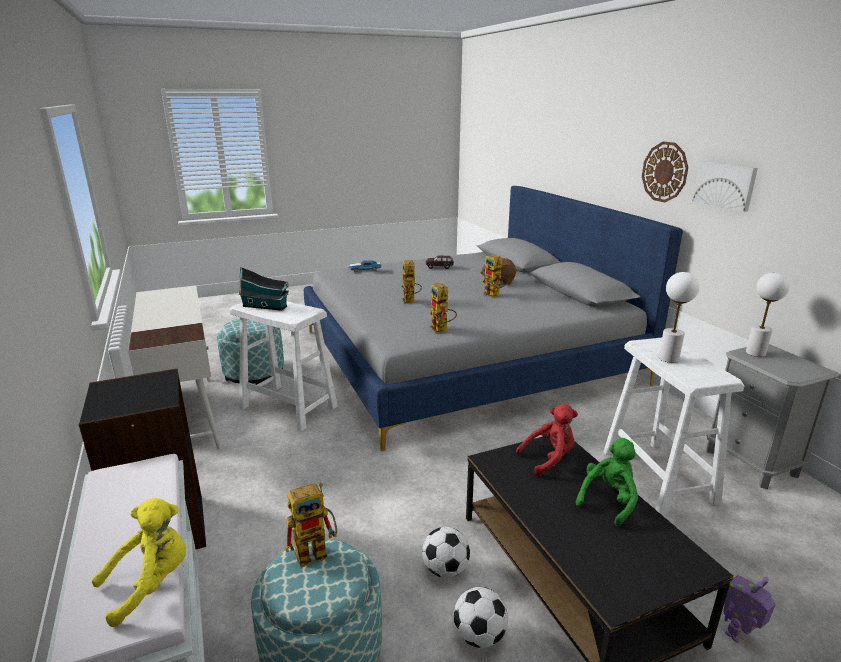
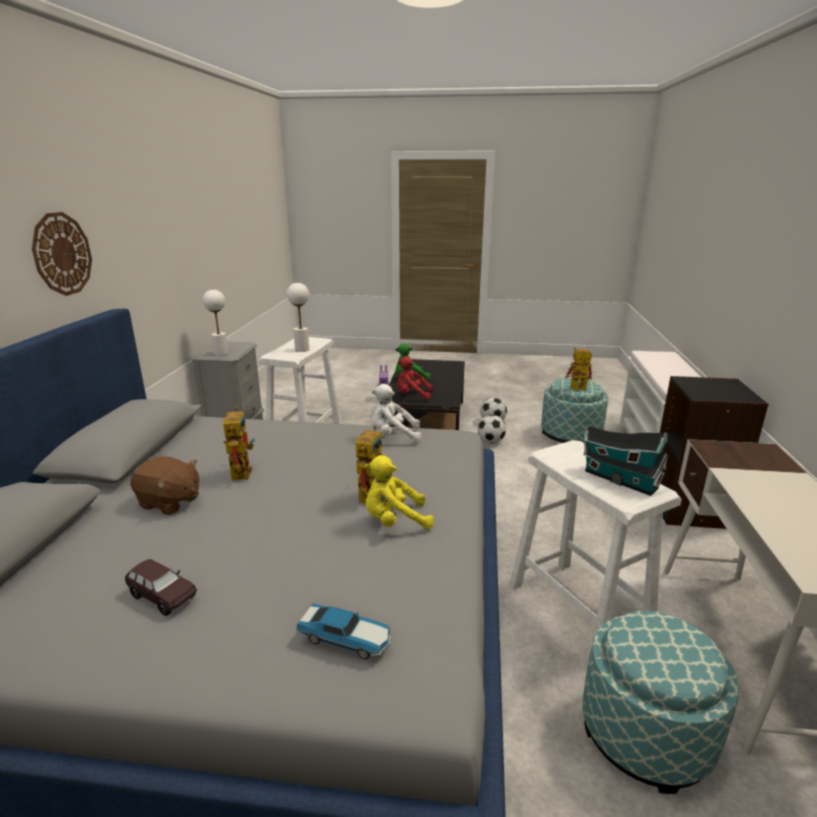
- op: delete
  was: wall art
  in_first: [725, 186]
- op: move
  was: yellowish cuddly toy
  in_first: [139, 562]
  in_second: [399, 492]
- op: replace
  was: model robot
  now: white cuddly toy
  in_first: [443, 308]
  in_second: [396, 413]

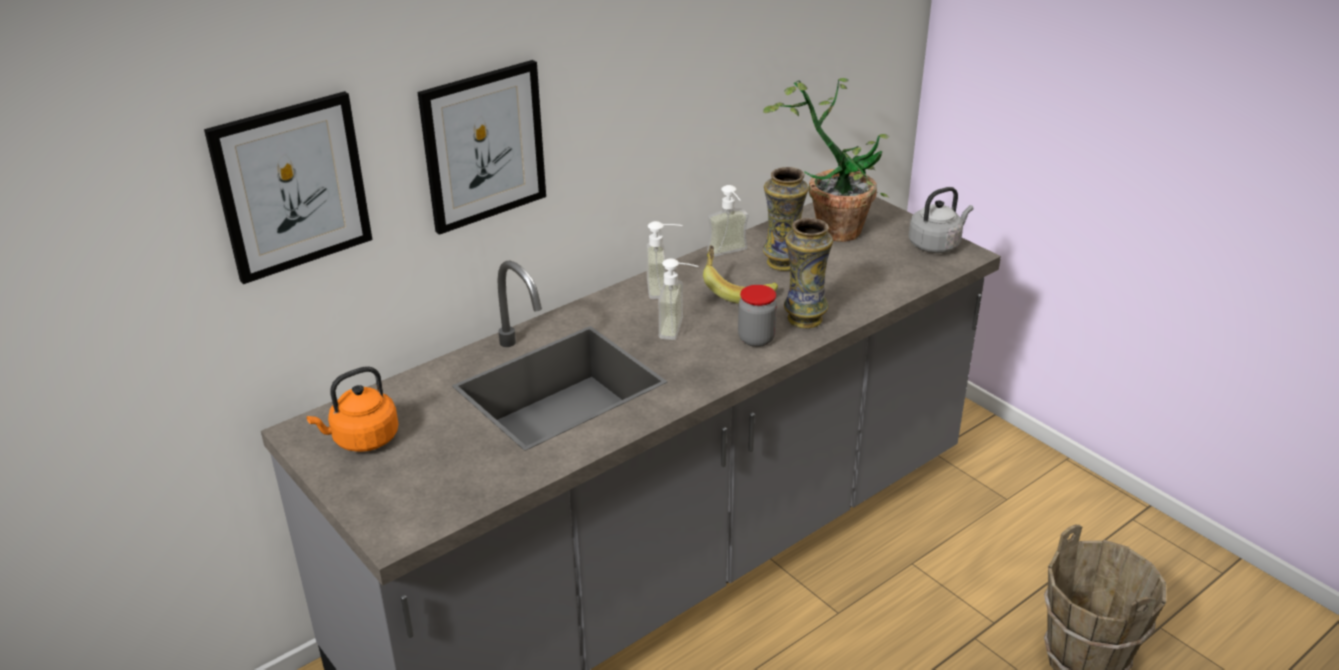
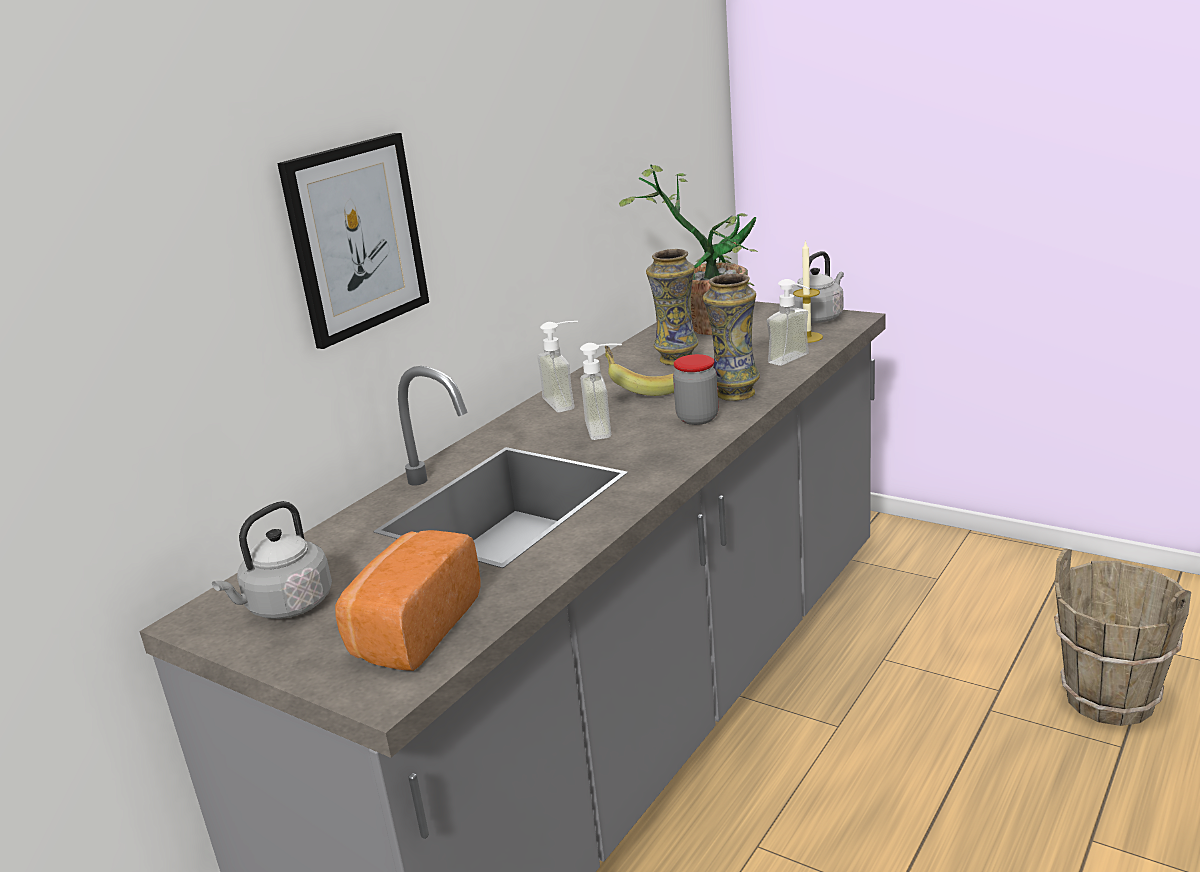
- op: delete
  was: wall art
  in_first: [288, 187]
- op: insert
  now: bakery bread
  in_second: [408, 600]
- op: insert
  now: wax light
  in_second: [808, 291]
- op: move
  was: soap bottle
  in_first: [728, 221]
  in_second: [788, 322]
- op: recolor
  was: orange kettle
  now: grey kettle
  in_first: [352, 409]
  in_second: [272, 560]

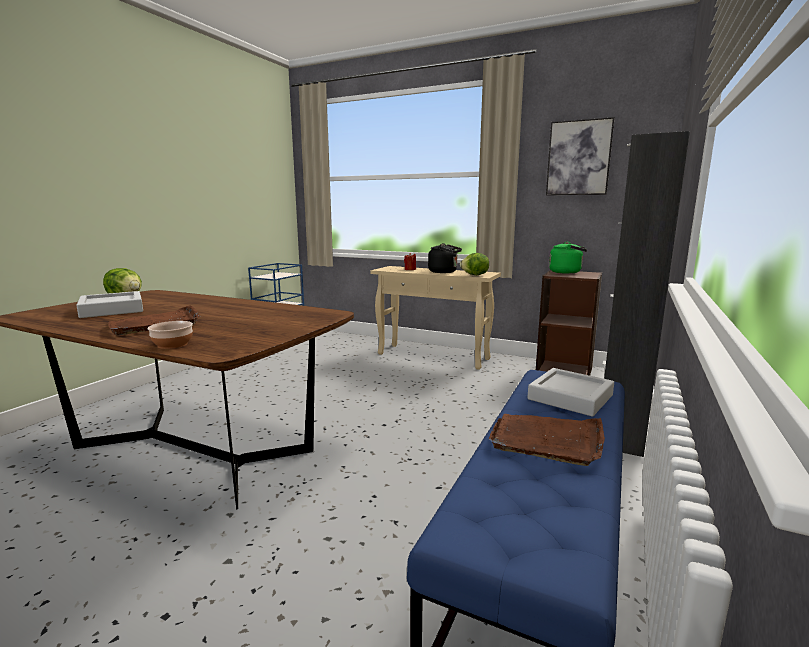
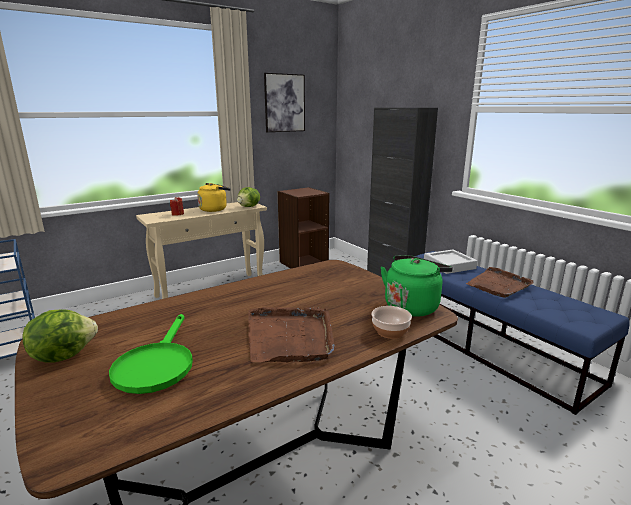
- op: move
  was: green kettle
  in_first: [568, 258]
  in_second: [417, 286]
- op: replace
  was: grey tray
  now: green pan
  in_first: [109, 304]
  in_second: [151, 354]
- op: recolor
  was: black-coloured kettle
  now: yellowish kettle
  in_first: [445, 258]
  in_second: [214, 197]

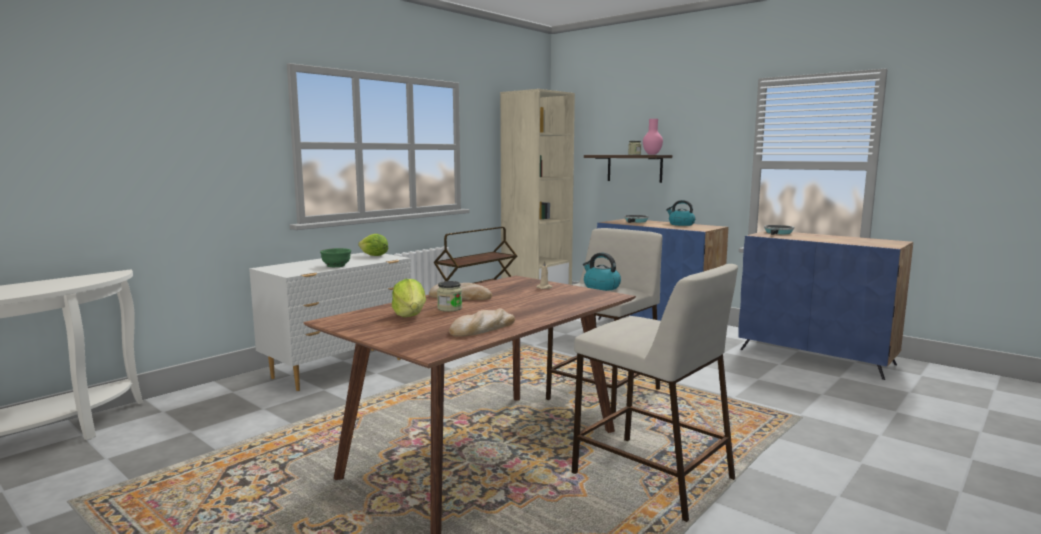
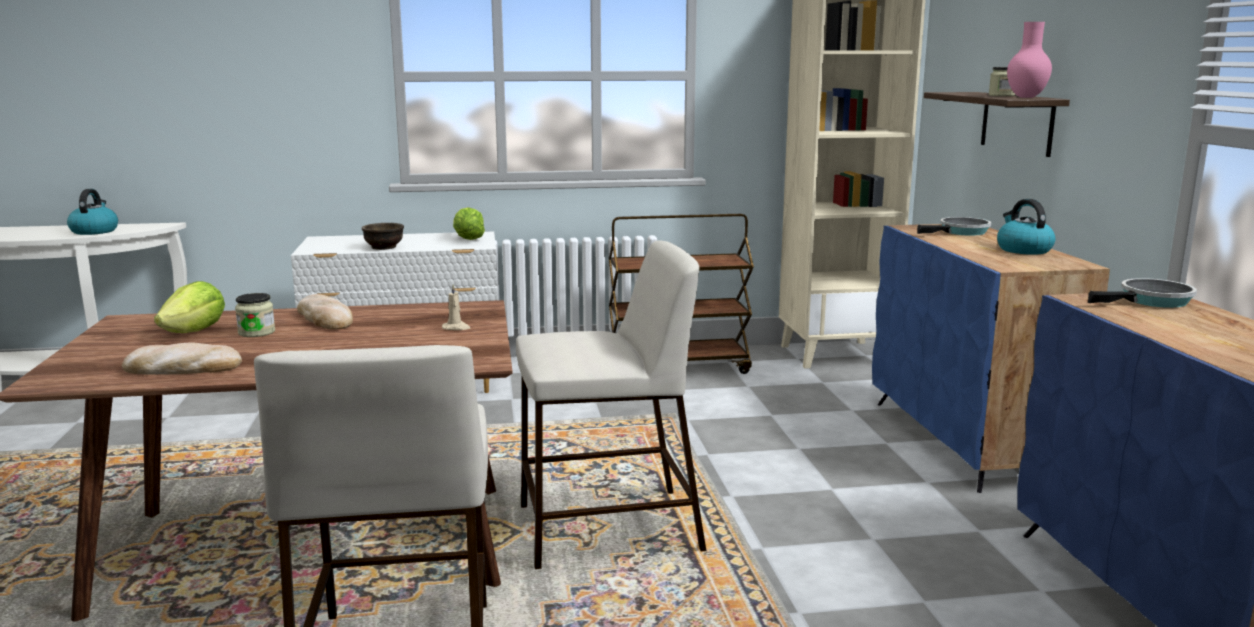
- op: move
  was: kettle
  in_first: [602, 272]
  in_second: [92, 212]
- op: recolor
  was: green serving bowl
  now: brown-coloured serving bowl
  in_first: [335, 257]
  in_second: [383, 236]

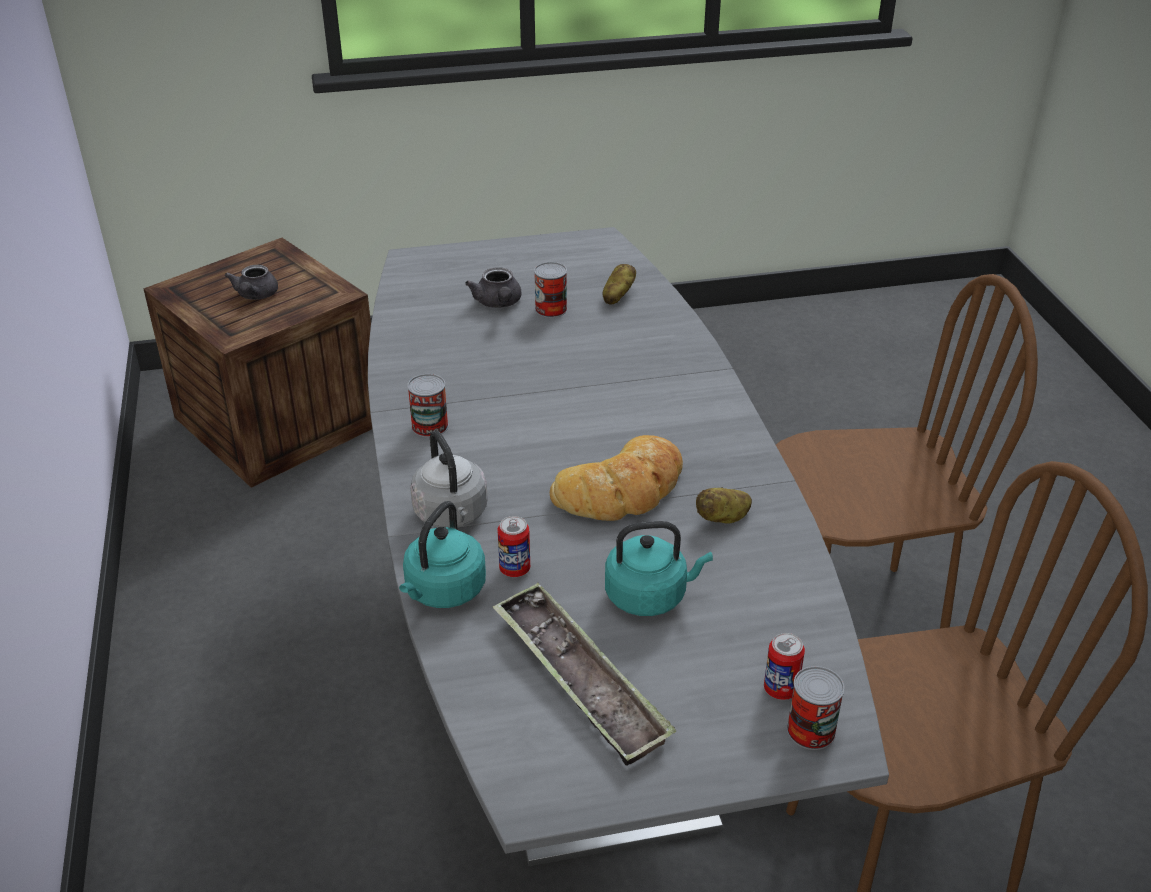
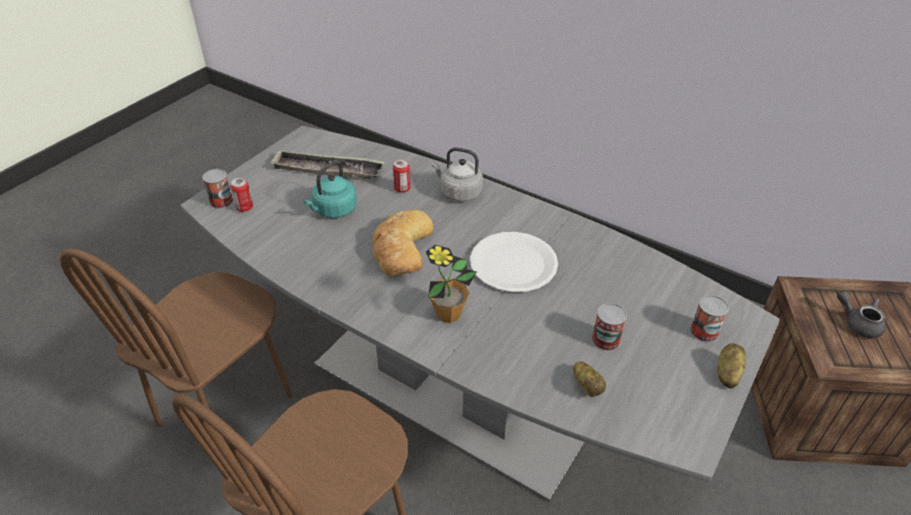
- op: delete
  was: blue-green kettle
  in_first: [442, 554]
- op: delete
  was: grey tea pot
  in_first: [493, 287]
- op: insert
  now: potted plant
  in_second: [451, 284]
- op: insert
  now: white flat dish
  in_second: [514, 262]
- op: move
  was: sealed can
  in_first: [428, 406]
  in_second: [709, 318]
- op: move
  was: potato
  in_first: [724, 506]
  in_second: [731, 365]

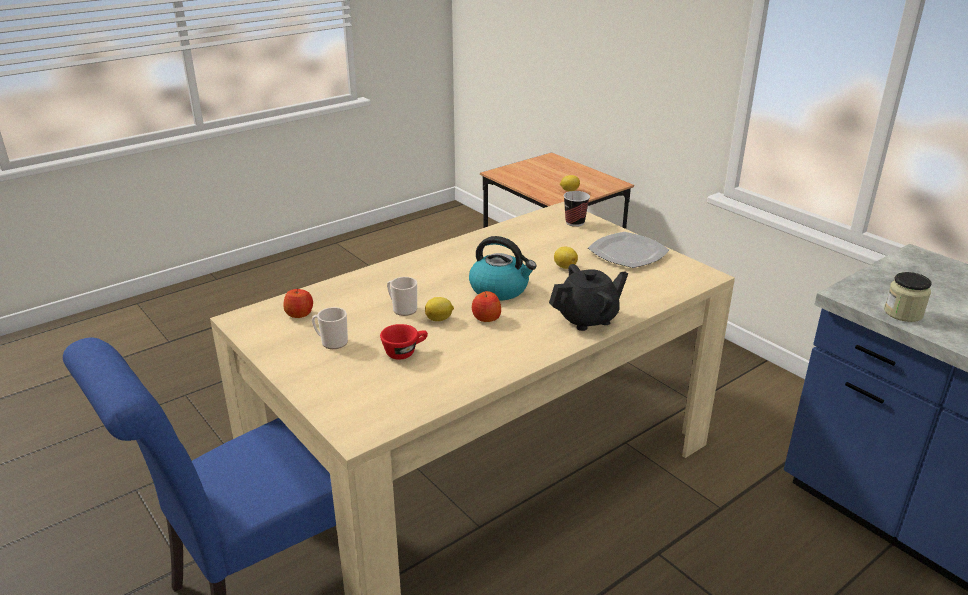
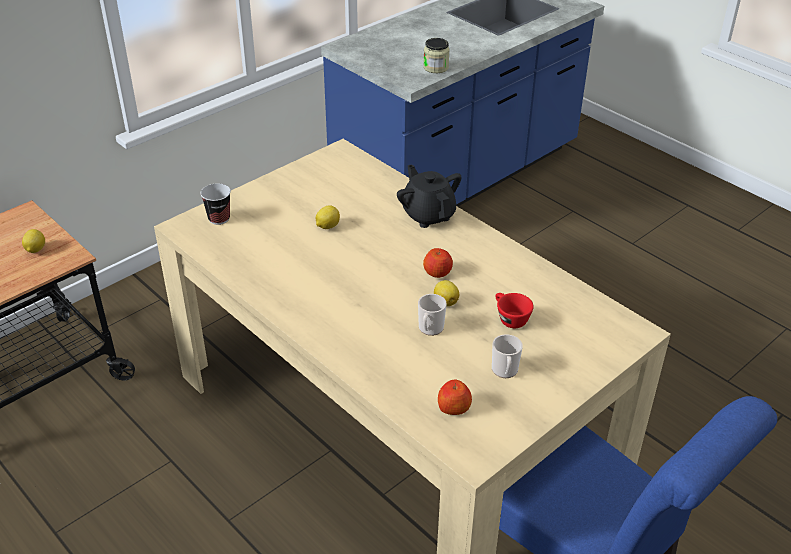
- op: delete
  was: kettle
  in_first: [503, 268]
- op: delete
  was: flat dish
  in_first: [628, 250]

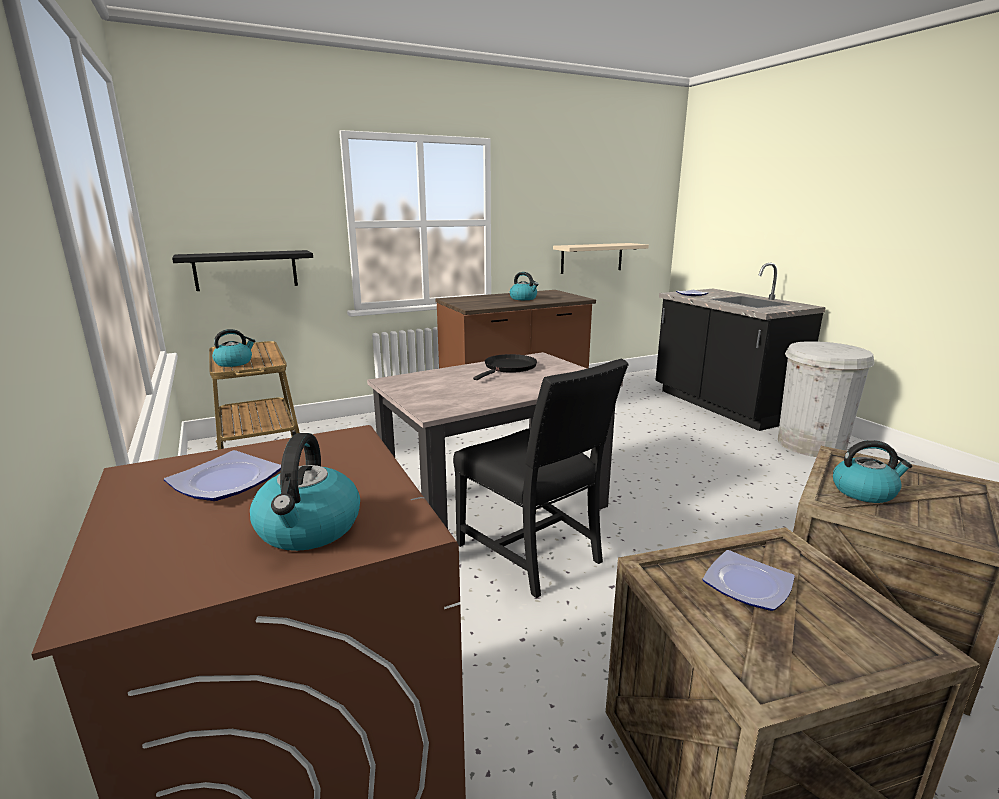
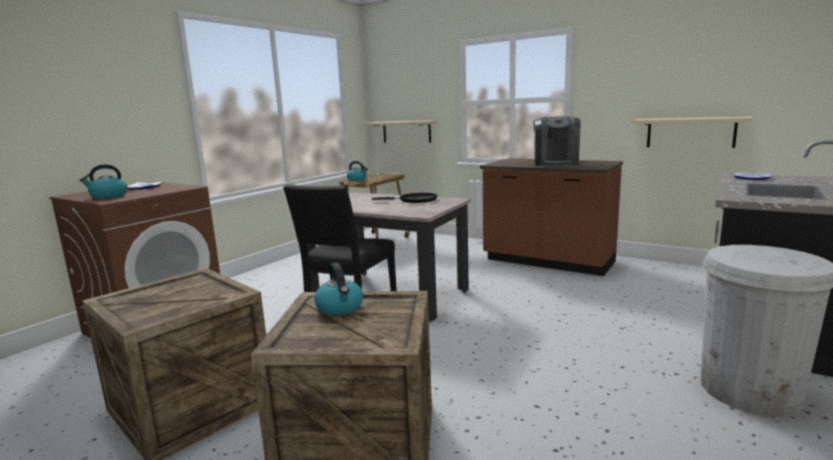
- op: delete
  was: flat dish
  in_first: [748, 580]
- op: replace
  was: kettle
  now: coffee maker
  in_first: [524, 286]
  in_second: [556, 141]
- op: recolor
  was: black-coloured bracket shelf
  now: beige bracket shelf
  in_first: [242, 270]
  in_second: [400, 131]

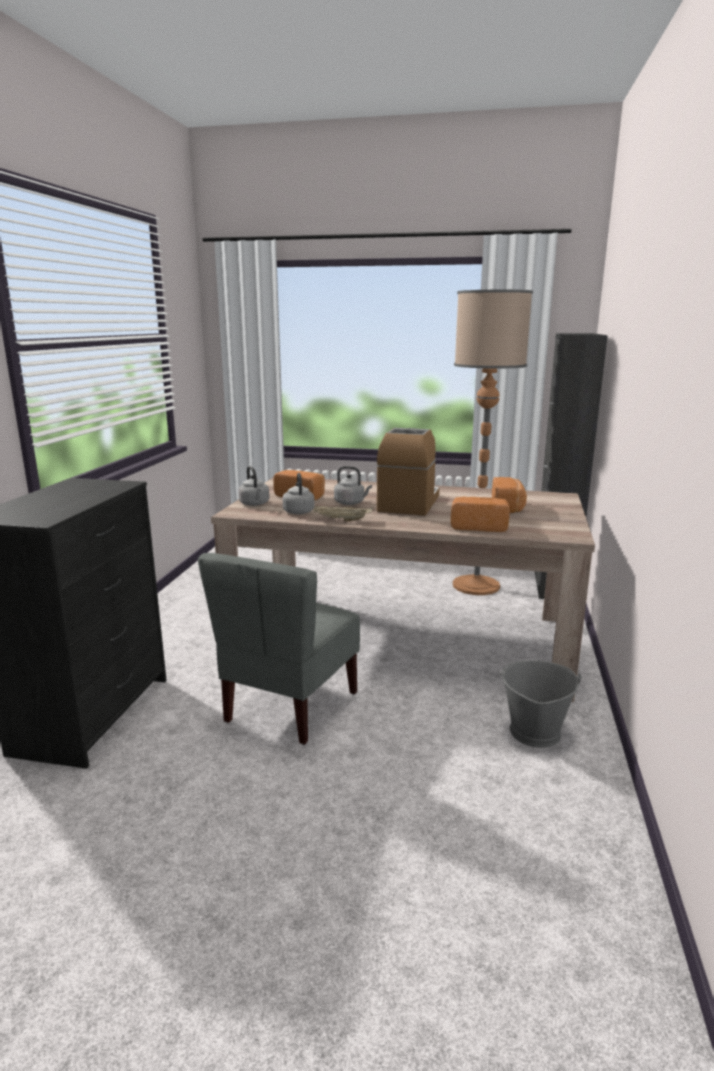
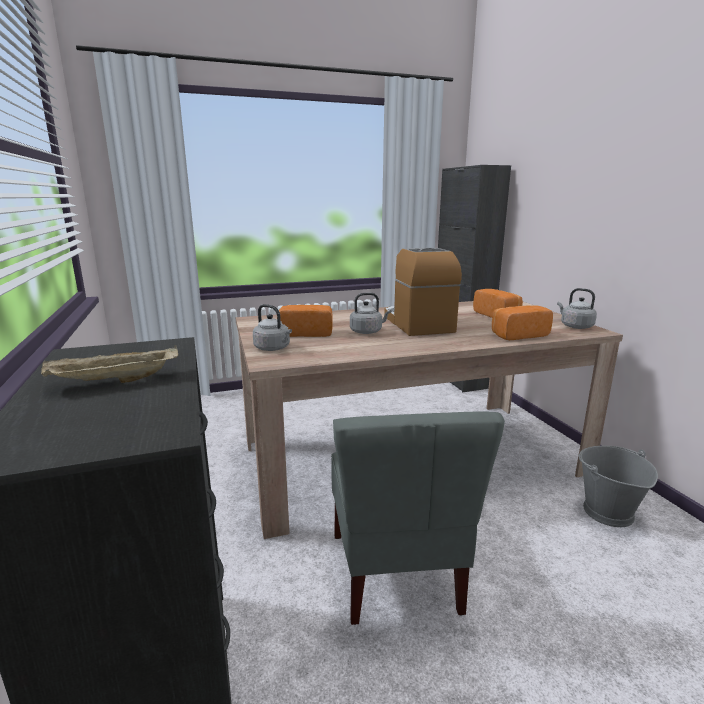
- op: delete
  was: floor lamp
  in_first: [493, 442]
- op: move
  was: grey kettle
  in_first: [298, 493]
  in_second: [577, 308]
- op: move
  was: beige tray
  in_first: [343, 514]
  in_second: [109, 364]

